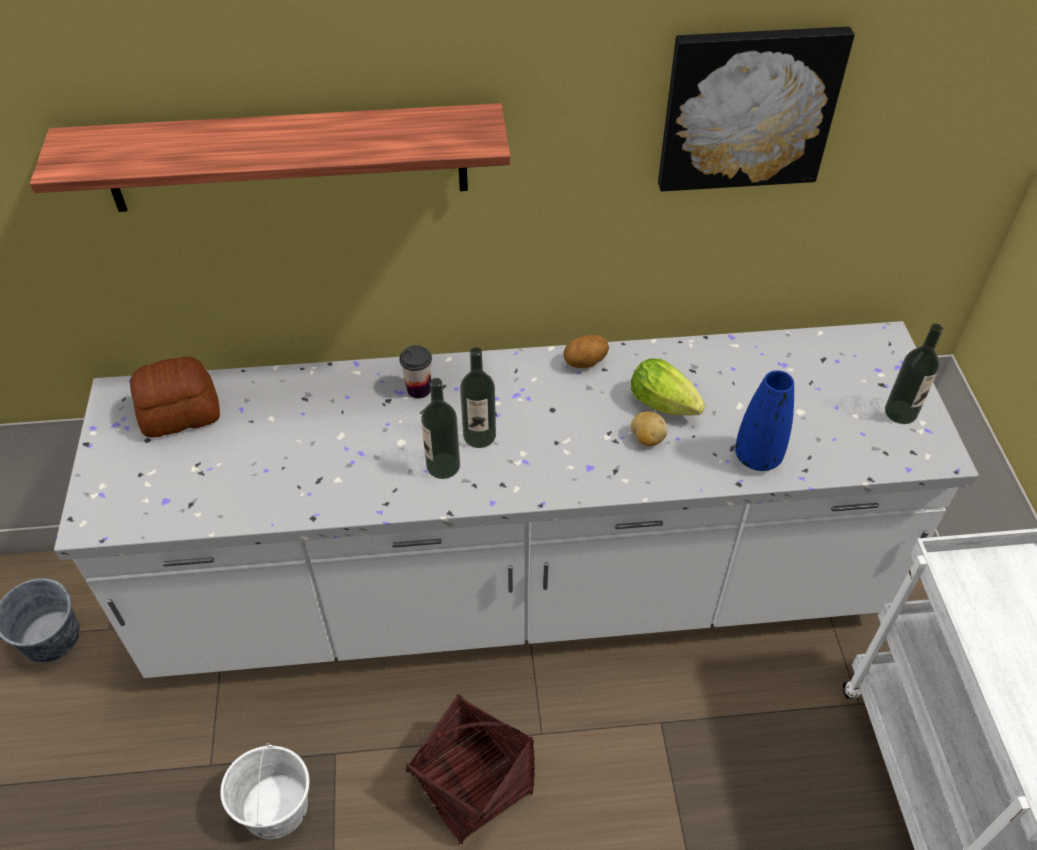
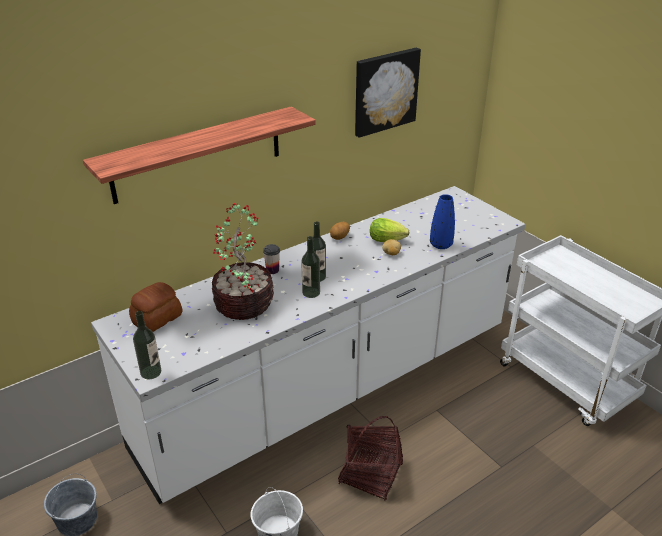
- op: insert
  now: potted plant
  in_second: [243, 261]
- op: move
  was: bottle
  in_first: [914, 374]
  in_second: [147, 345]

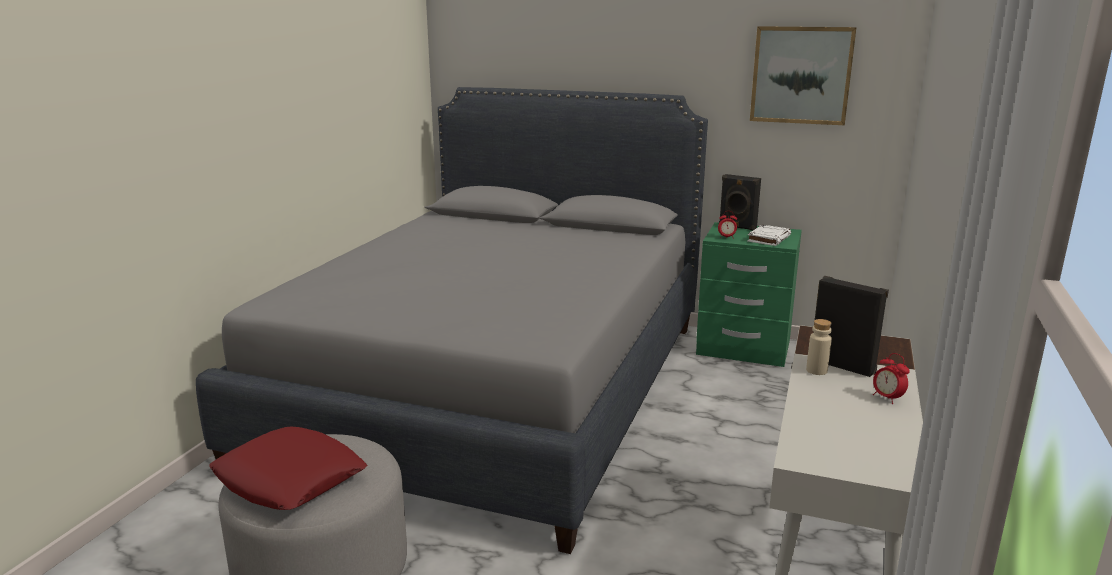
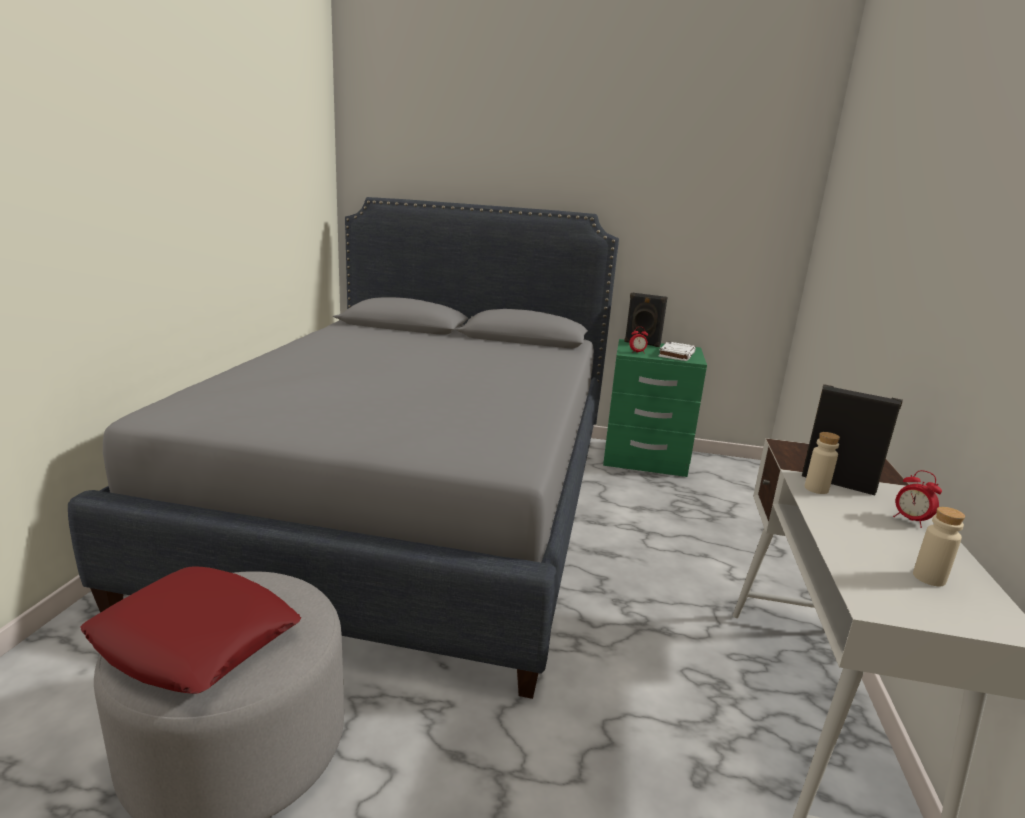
- op: delete
  was: wall art
  in_first: [803, 75]
- op: insert
  now: beige bottle
  in_second: [939, 546]

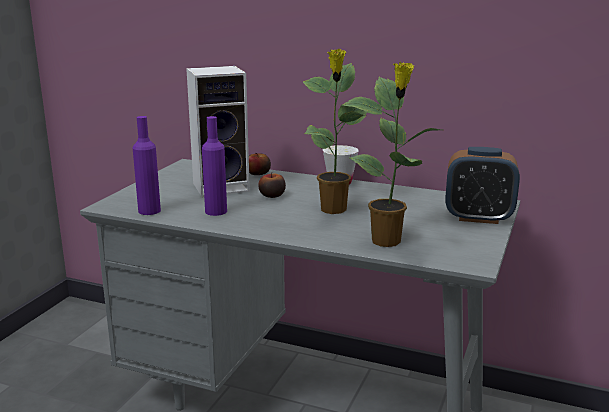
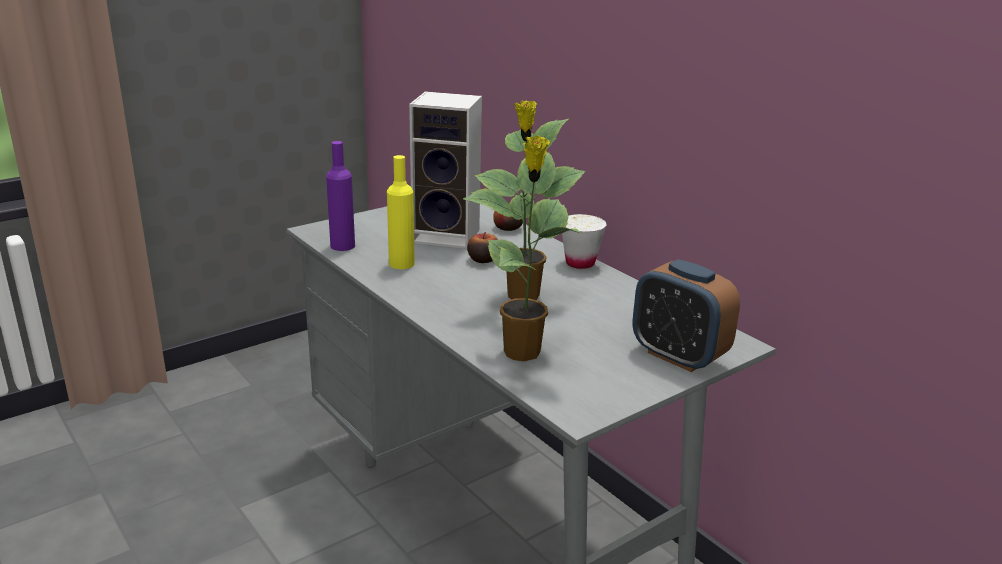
- op: recolor
  was: purple bottle
  now: yellowish bottle
  in_first: [214, 166]
  in_second: [401, 212]

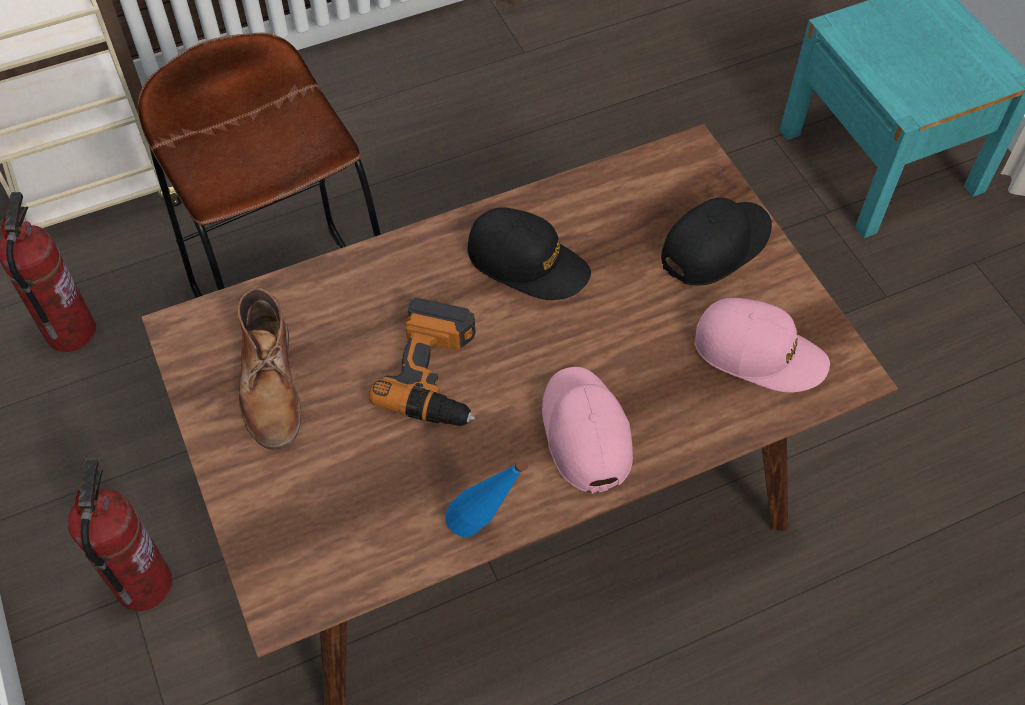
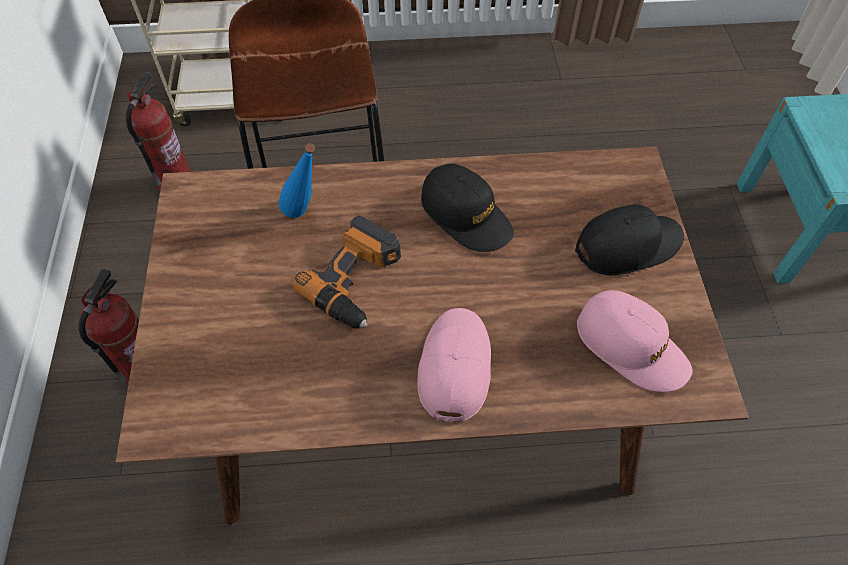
- op: delete
  was: brown-coloured tall boot
  in_first: [269, 368]
- op: move
  was: bluish bottle
  in_first: [486, 497]
  in_second: [297, 180]

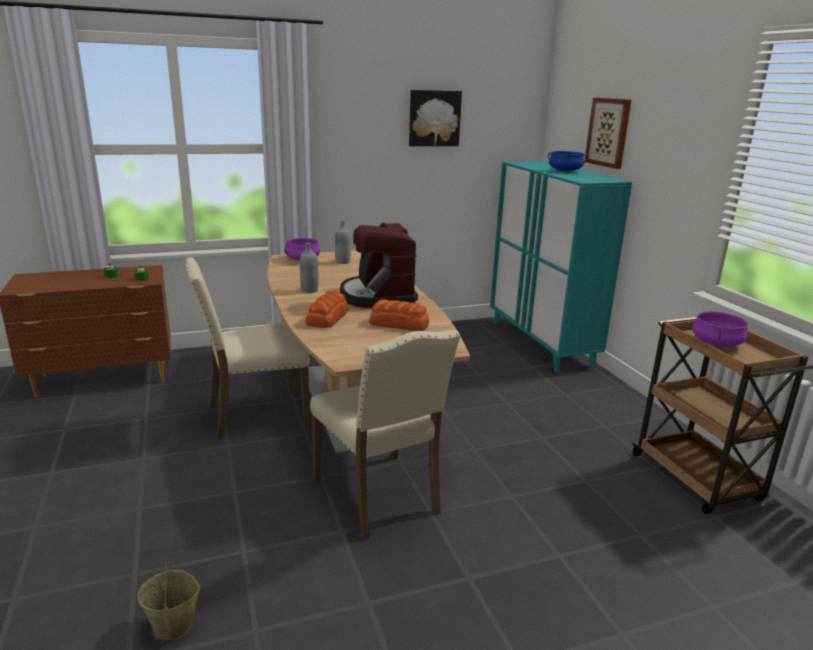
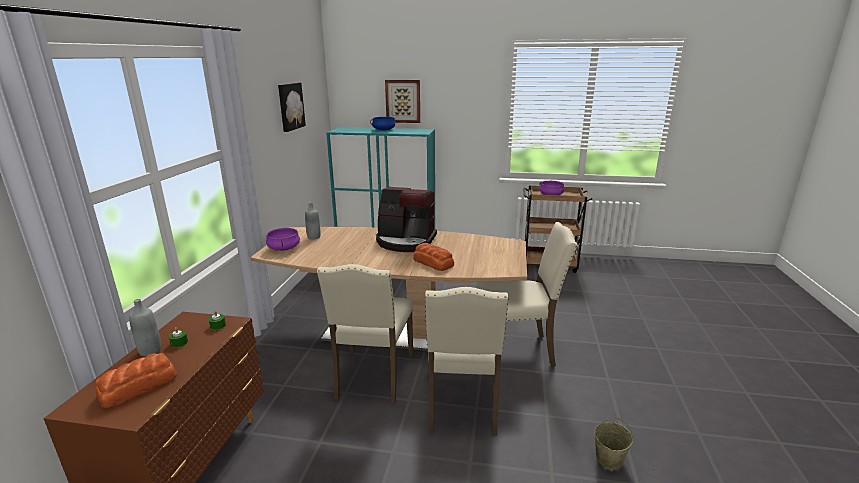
- op: insert
  now: beige upright chair
  in_second: [467, 361]
- op: move
  was: grey bottle
  in_first: [309, 268]
  in_second: [145, 327]
- op: move
  was: bakery bread
  in_first: [399, 315]
  in_second: [136, 380]

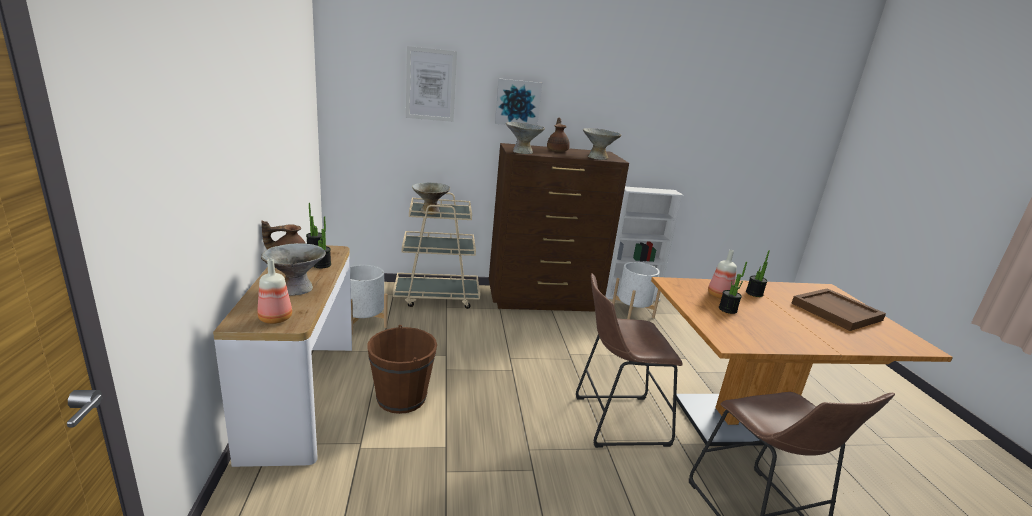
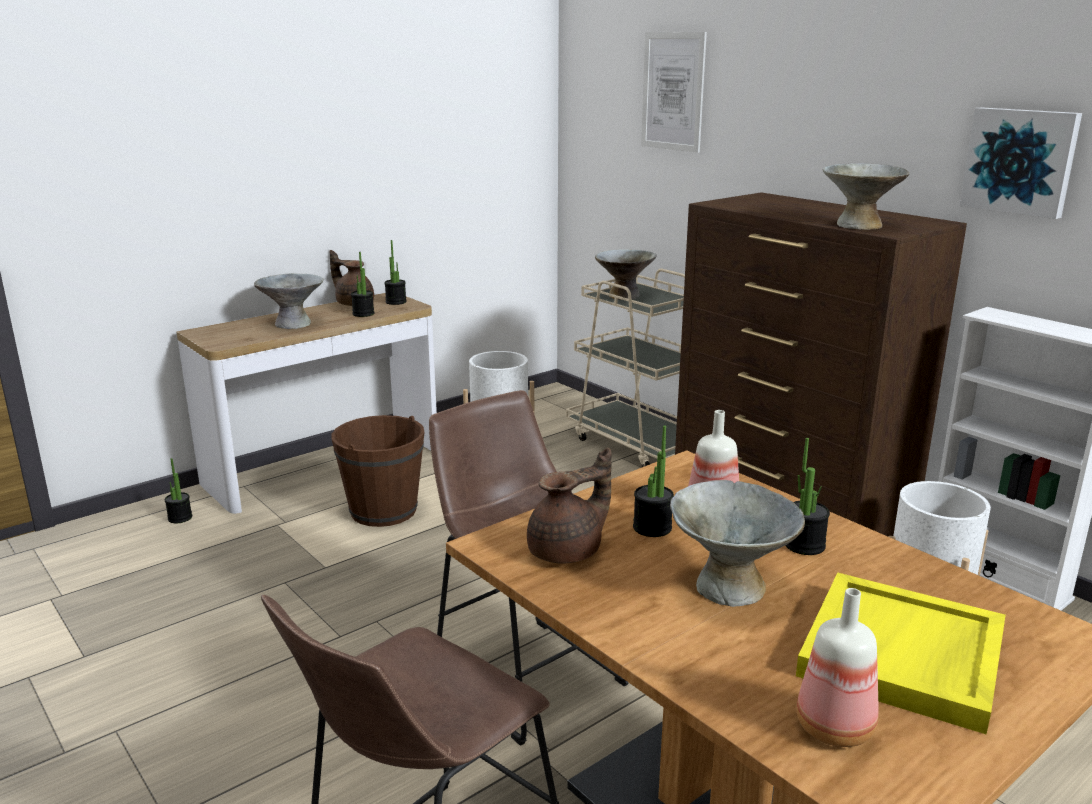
- op: insert
  now: potted plant
  in_second: [178, 490]
- op: move
  was: bottle
  in_first: [274, 291]
  in_second: [837, 667]
- op: move
  was: wall art
  in_first: [518, 101]
  in_second: [1021, 163]
- op: move
  was: grey serving bowl
  in_first: [525, 138]
  in_second: [737, 543]
- op: move
  was: brown-coloured tea pot
  in_first: [558, 135]
  in_second: [569, 505]
- op: recolor
  was: brown-coloured tray
  now: yellowish tray
  in_first: [839, 310]
  in_second: [901, 653]

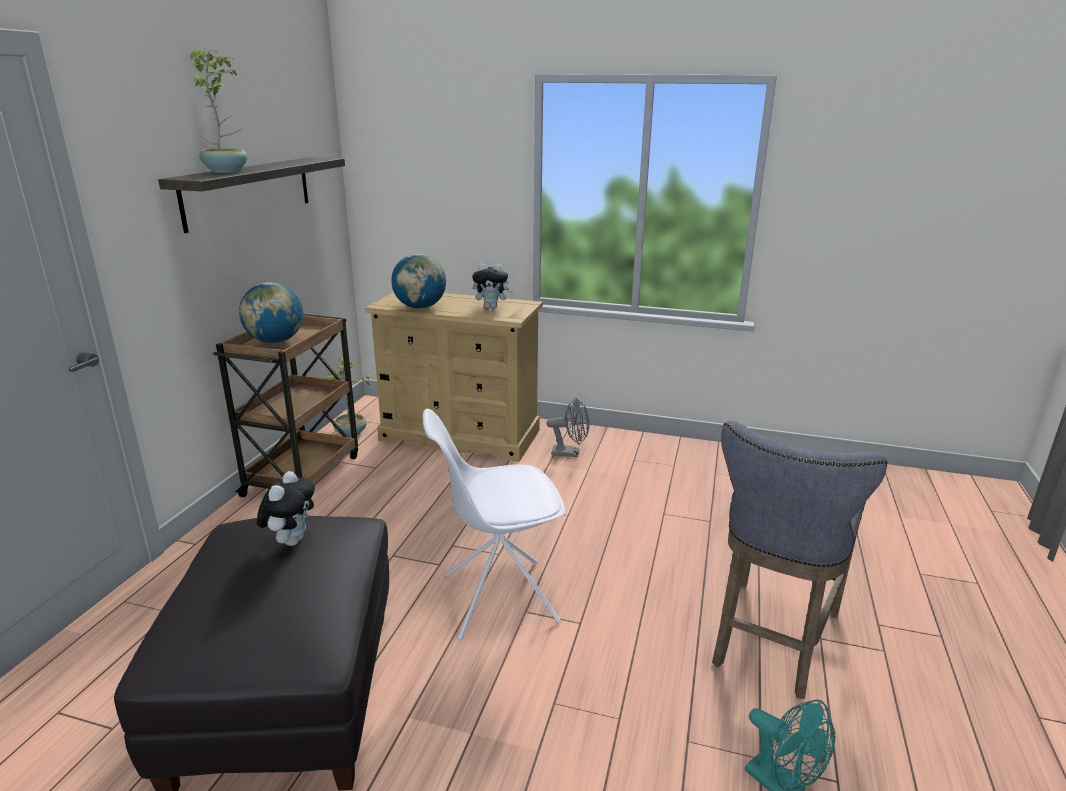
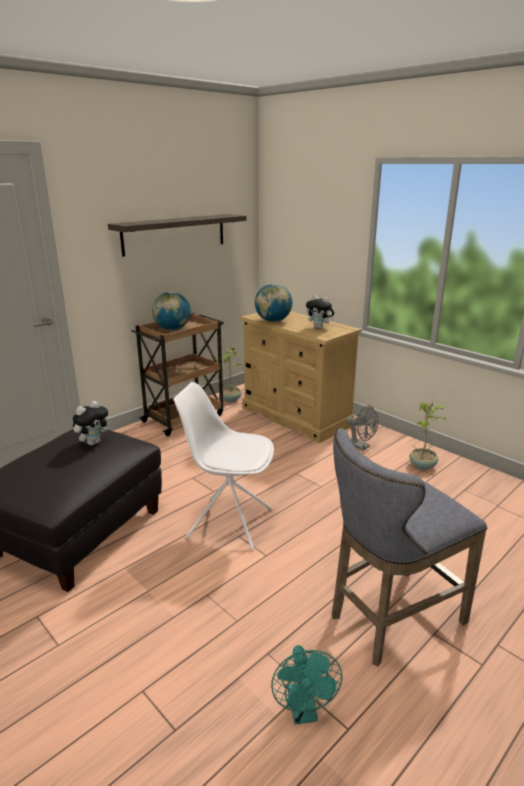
- op: move
  was: potted plant
  in_first: [219, 111]
  in_second: [429, 436]

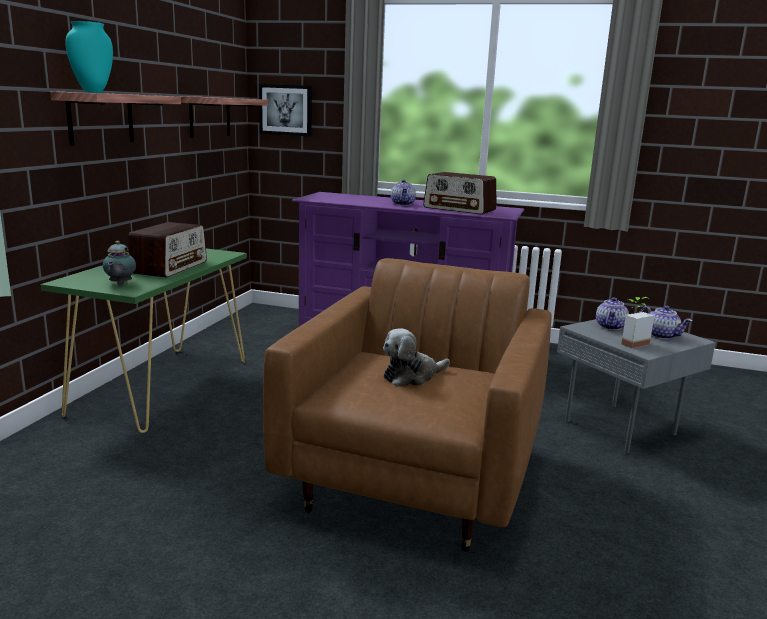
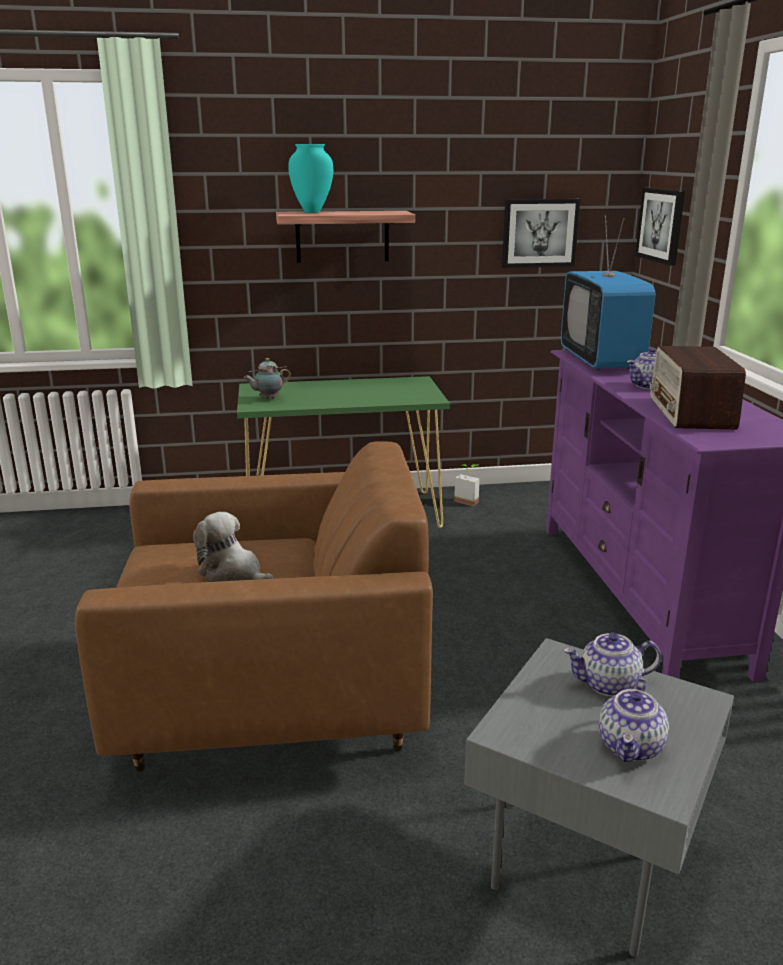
- op: delete
  was: radio
  in_first: [167, 250]
- op: insert
  now: TV set
  in_second: [608, 292]
- op: move
  was: potted plant
  in_first: [637, 322]
  in_second: [467, 485]
- op: replace
  was: bracket shelf
  now: wall art
  in_first: [224, 117]
  in_second: [541, 233]

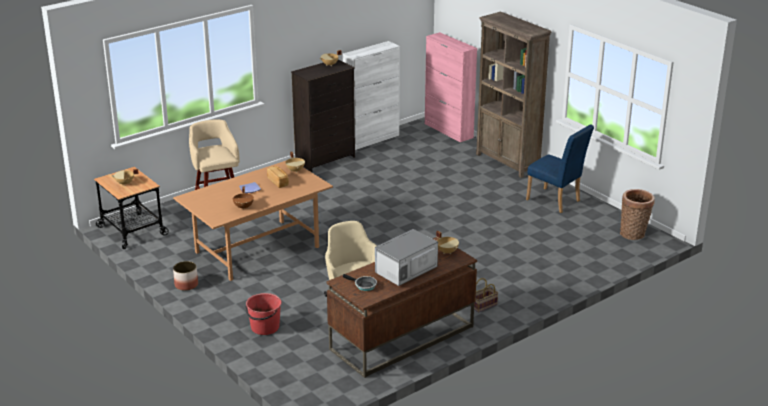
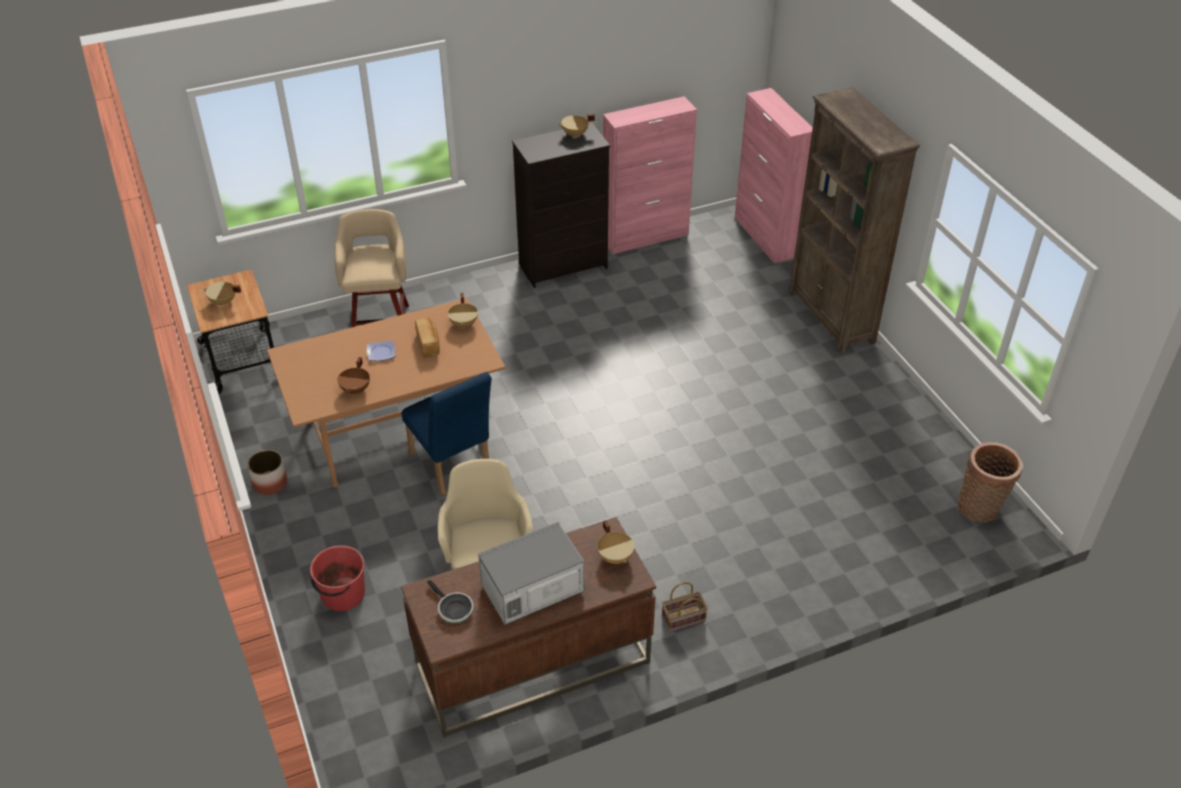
- op: move
  was: bluish upright chair
  in_first: [560, 168]
  in_second: [446, 434]
- op: recolor
  was: white cabinet
  now: pink-coloured cabinet
  in_first: [371, 95]
  in_second: [650, 175]

